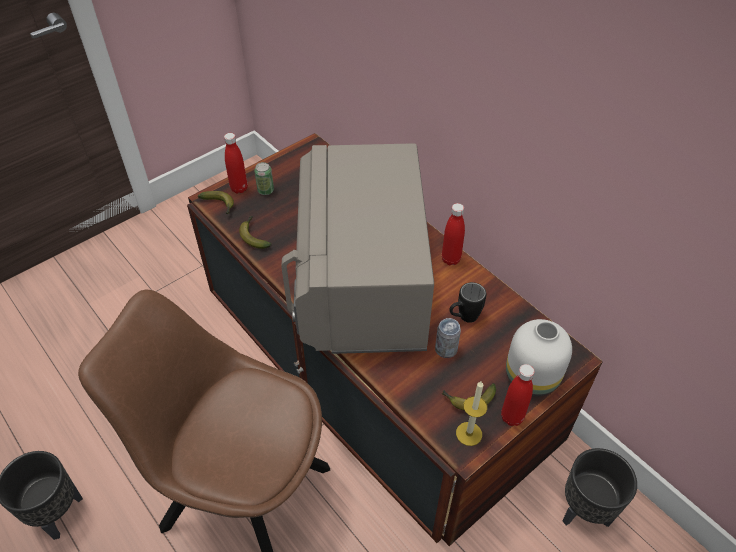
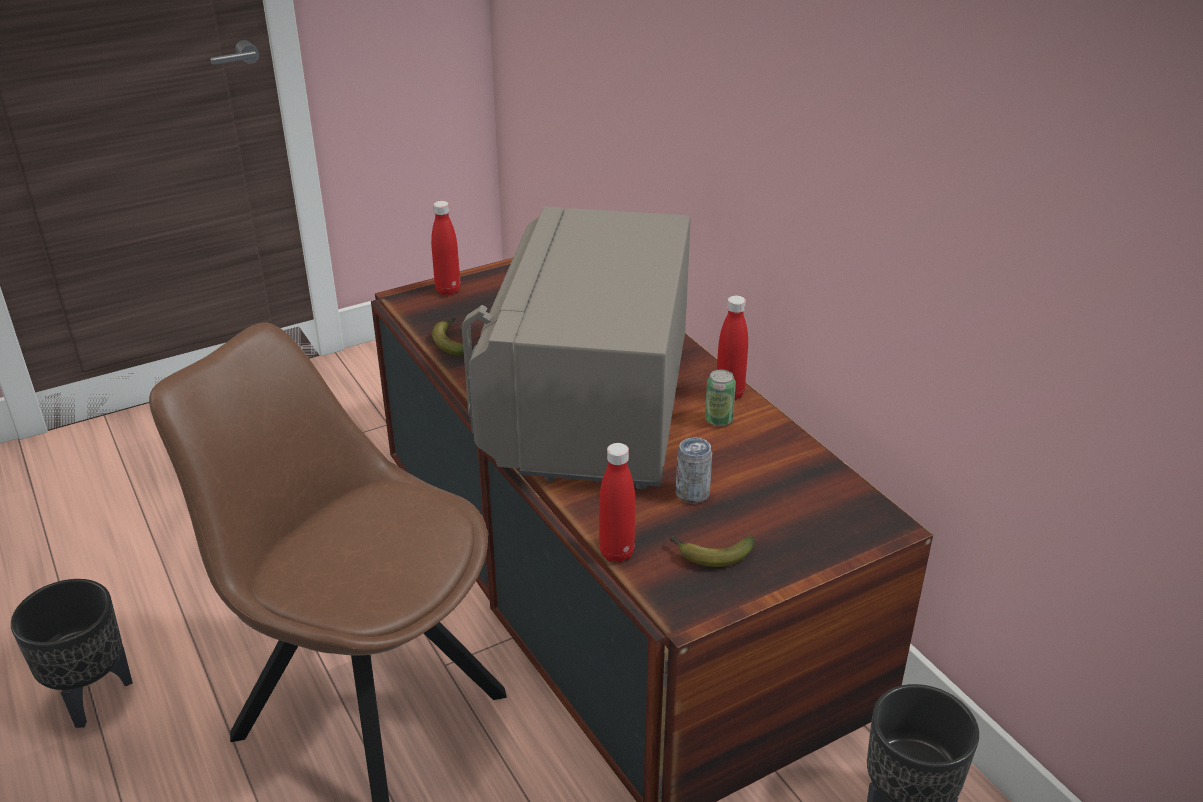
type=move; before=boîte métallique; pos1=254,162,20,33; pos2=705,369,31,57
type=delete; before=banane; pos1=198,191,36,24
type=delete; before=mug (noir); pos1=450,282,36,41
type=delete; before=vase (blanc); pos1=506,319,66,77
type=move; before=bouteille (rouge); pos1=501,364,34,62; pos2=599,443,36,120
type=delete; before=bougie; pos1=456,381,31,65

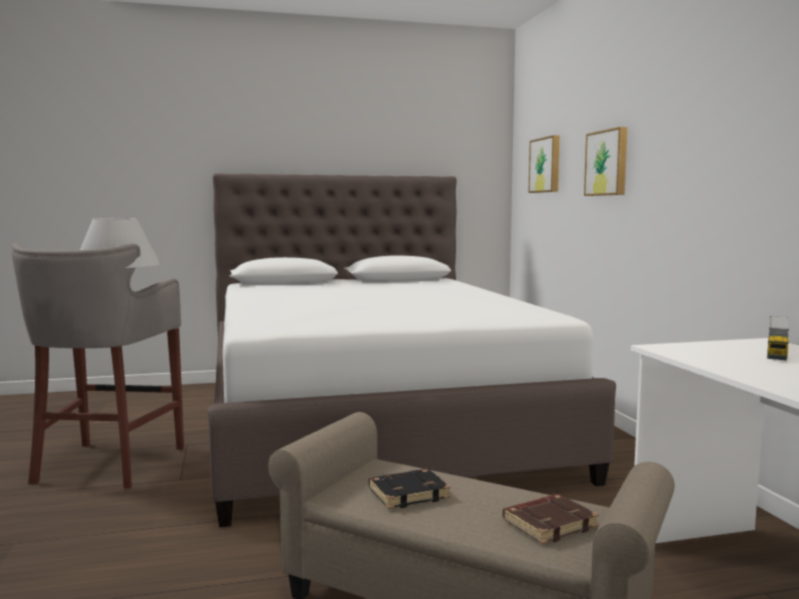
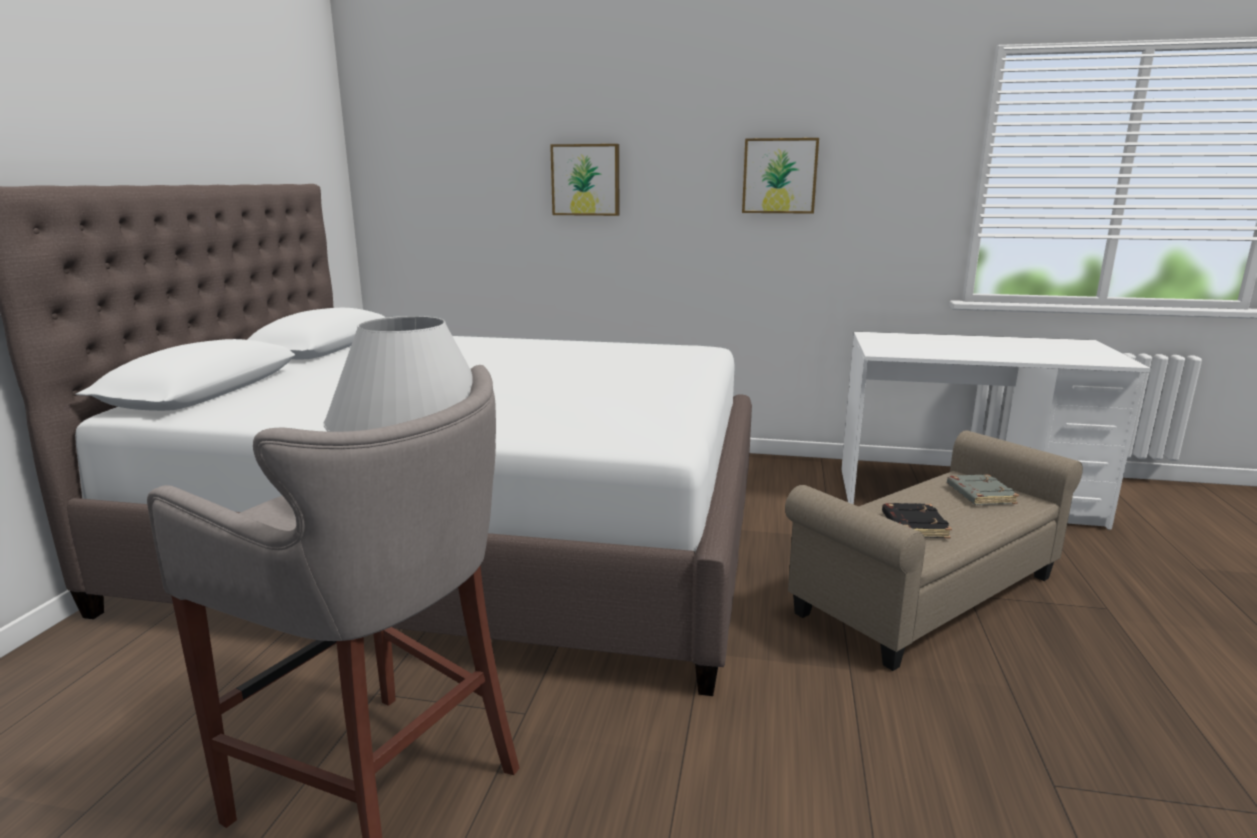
type=move; before=tableau; pos1=528,135,32,58; pos2=742,138,77,76
type=delete; before=camion jouet; pos1=767,316,22,44
type=recolor; before=livre (marron); after=livre (gris); pos1=503,494,96,50; pos2=947,474,72,31

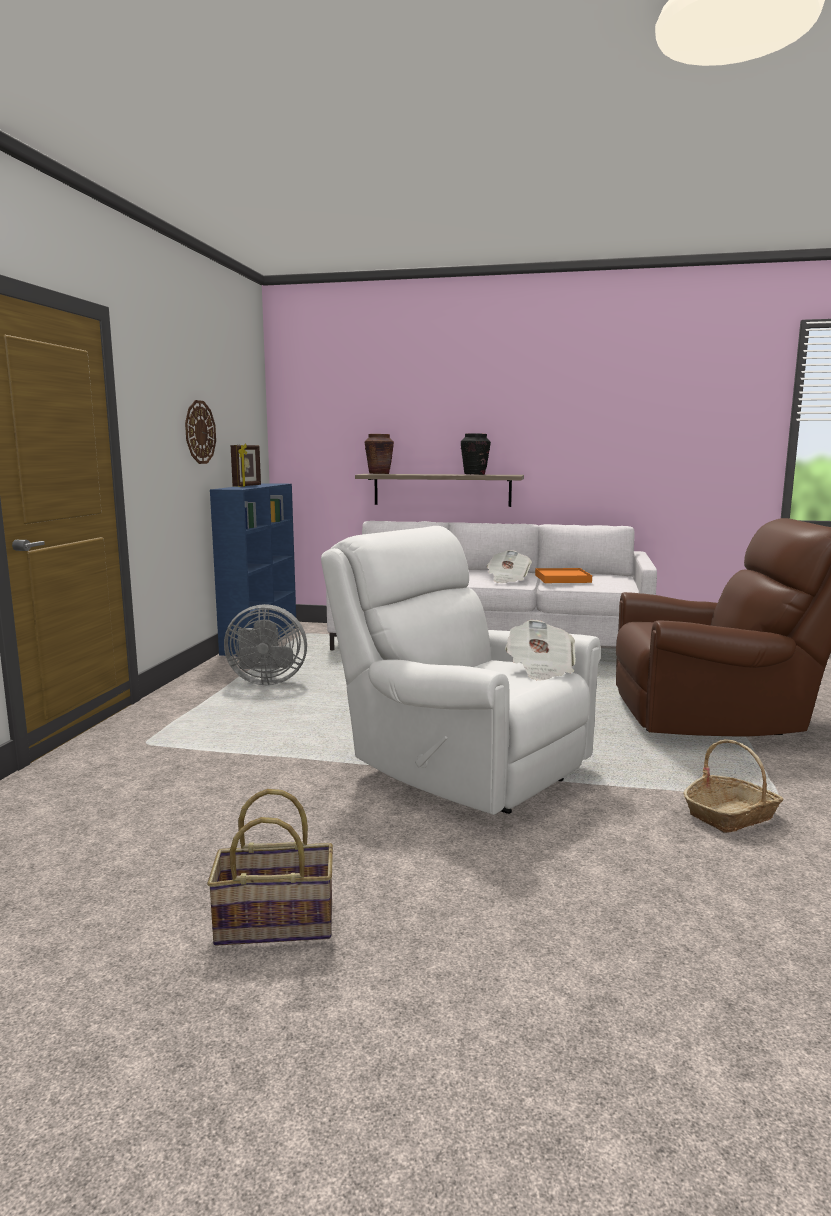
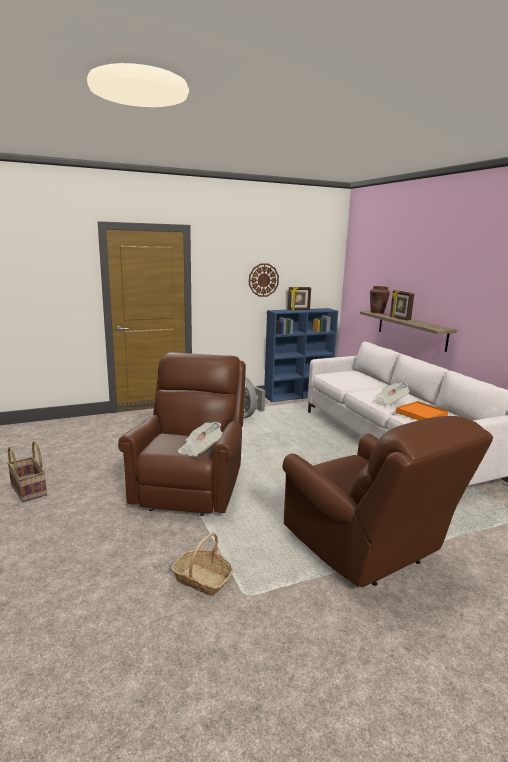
type=delete; before=vase (noir); pos1=461,433,30,42
type=recolor; before=fauteuil (blanc); after=fauteuil (marron); pos1=321,526,280,289; pos2=118,352,128,164
type=insert; after=cadre photo; pos2=390,290,24,30

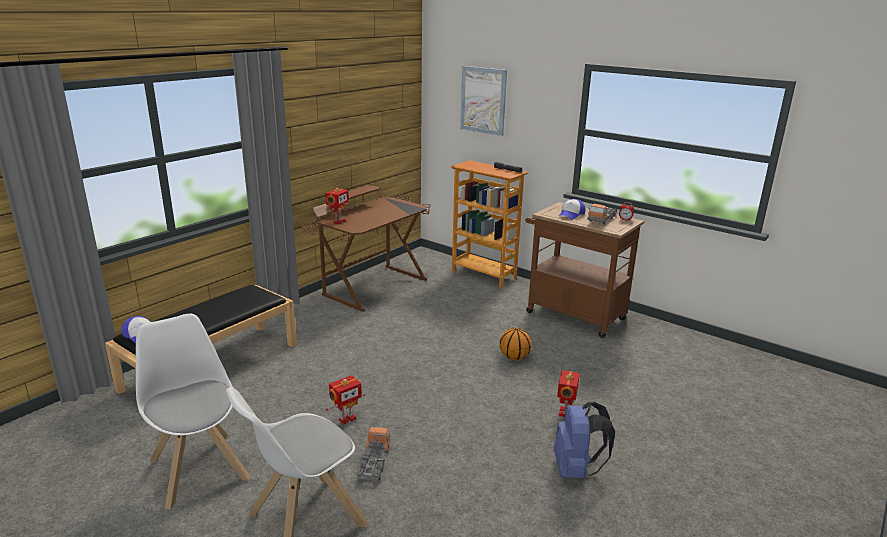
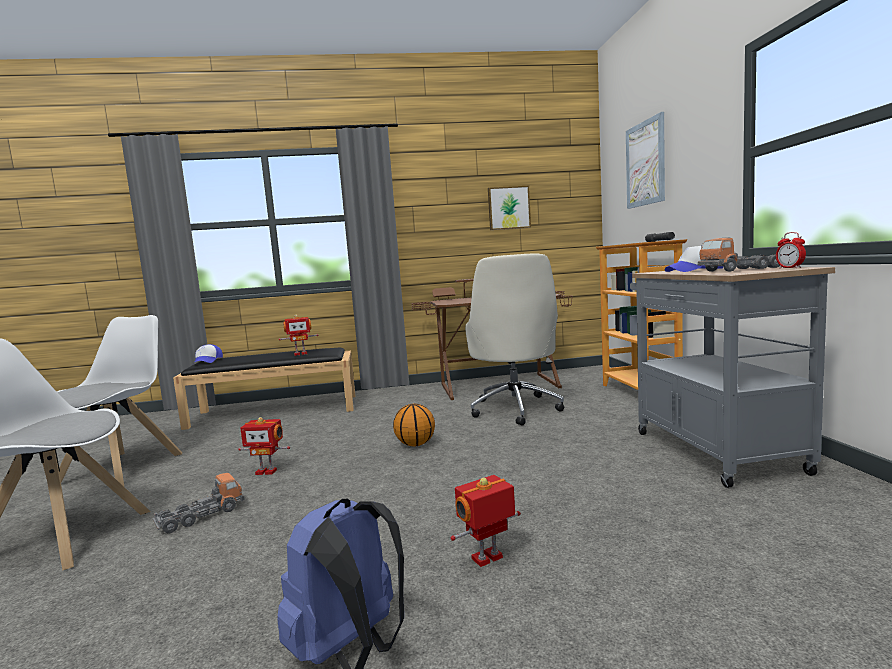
type=move; before=robot jouet; pos1=326,188,23,36; pos2=279,314,39,42
type=recolor; before=chariot (marron); after=chariot (gris); pos1=526,202,118,136; pos2=630,267,205,221
type=move; before=ballon de basket; pos1=500,328,32,32; pos2=393,404,42,43
type=insert; after=tableau; pos2=488,186,43,44
type=insert; after=chaise de bureau (beige); pos2=465,253,99,173

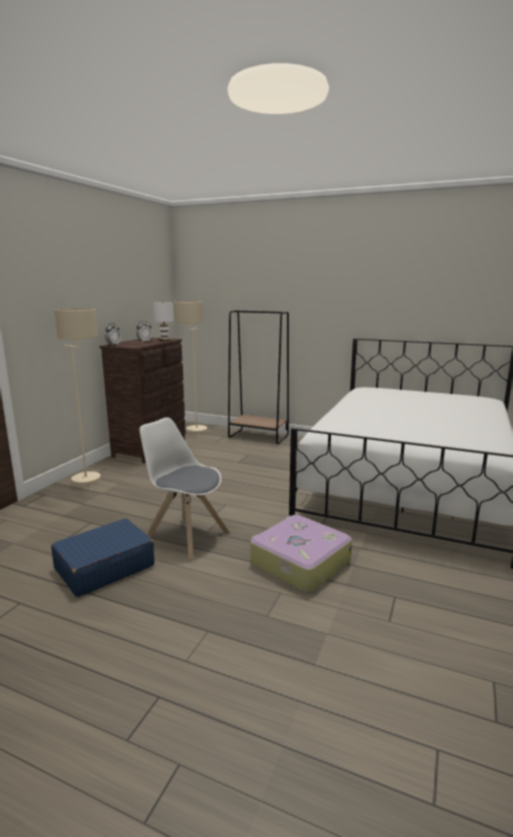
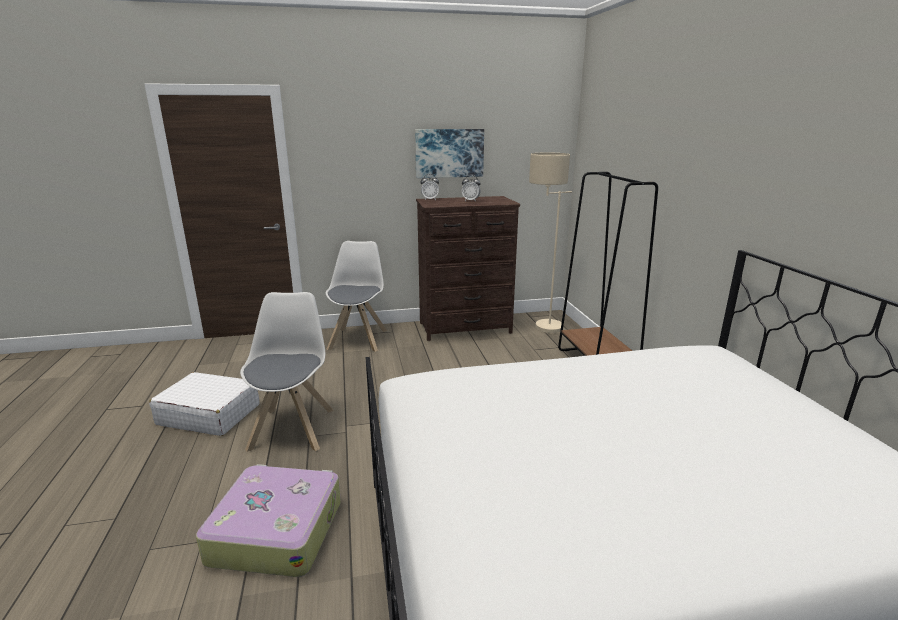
type=delete; before=lampe de table (blanc); pos1=153,302,21,39
type=replace; before=lampadaire (beige); after=chaise; pos1=55,308,46,178; pos2=326,241,61,111
type=recolor; before=valise (bleu); after=valise (blanc); pos1=51,518,103,79; pos2=149,372,111,64
type=insert; after=tableau; pos2=415,129,69,49

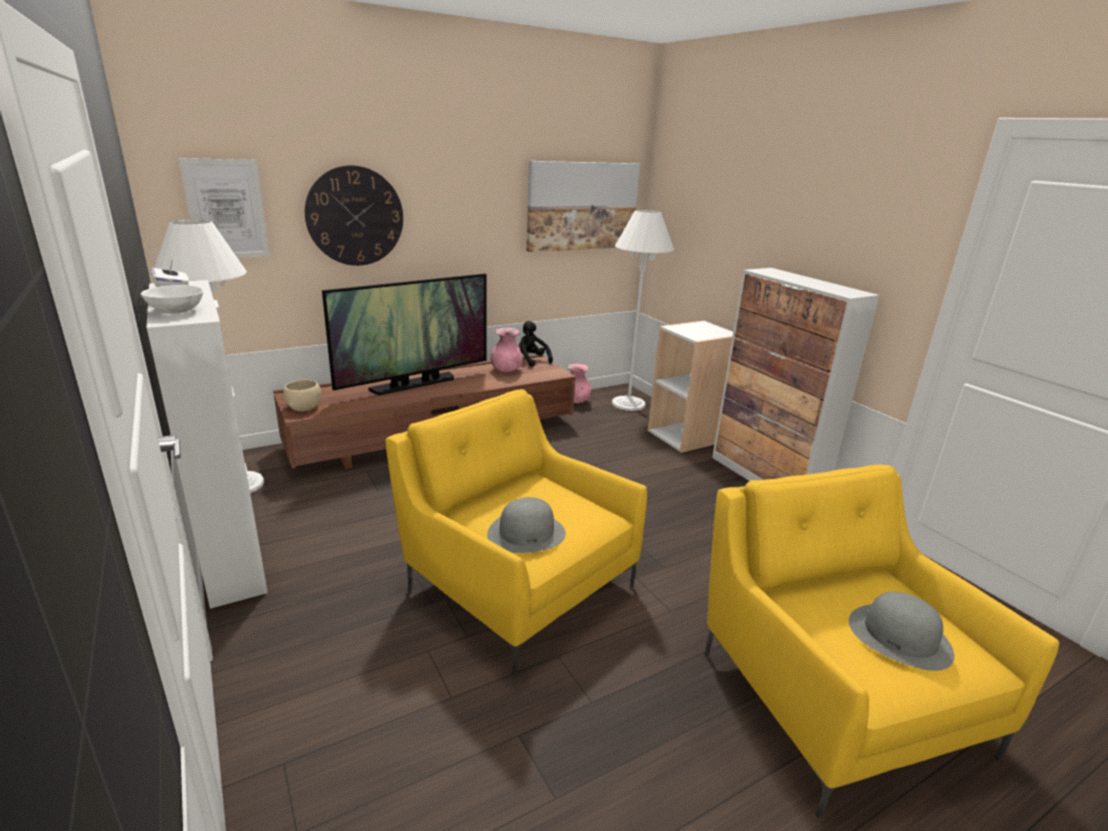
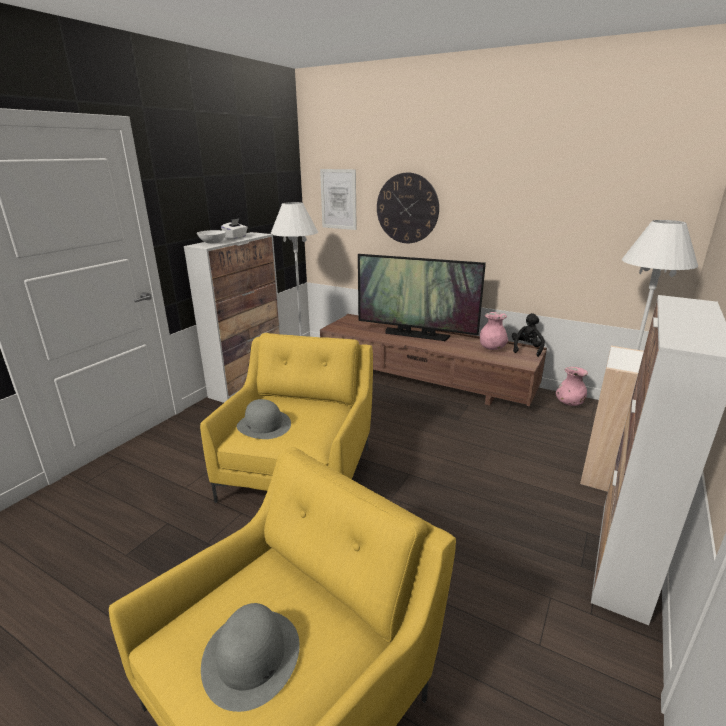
type=delete; before=tableau; pos1=527,161,113,91
type=delete; before=bol (beige); pos1=283,380,38,32

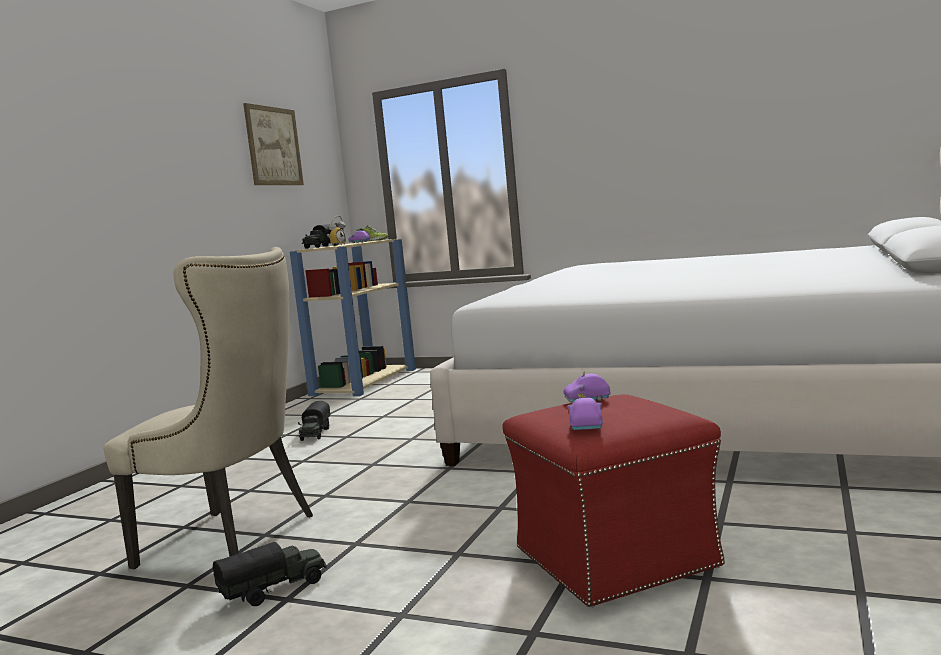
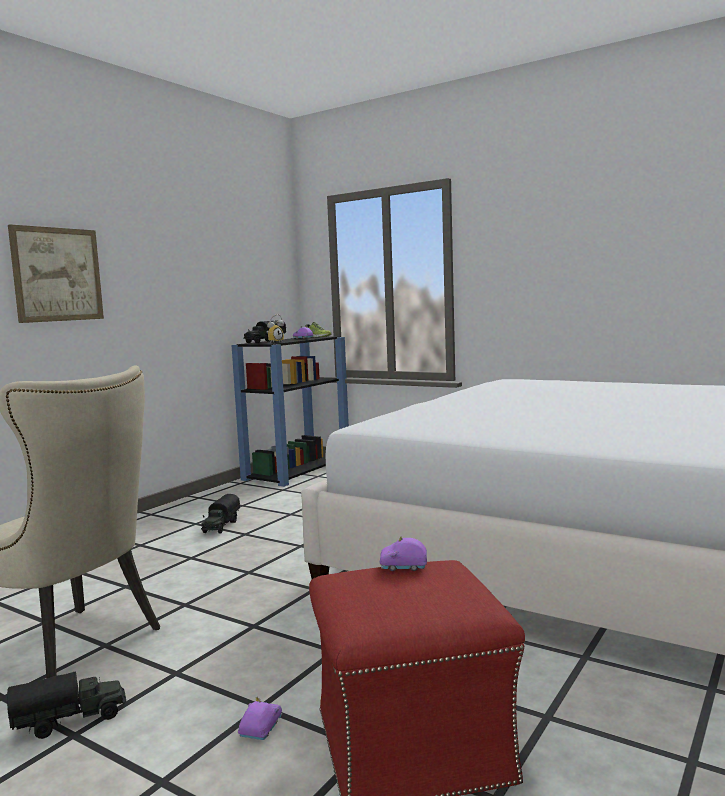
type=move; before=tableau; pos1=243,103,61,82; pos2=8,224,96,99
type=recolor; before=bibliothèque (beige); after=bibliothèque (noir); pos1=290,239,126,157; pos2=232,336,117,151
type=move; before=petite voiture (violet); pos1=567,392,36,38; pos2=238,697,44,43

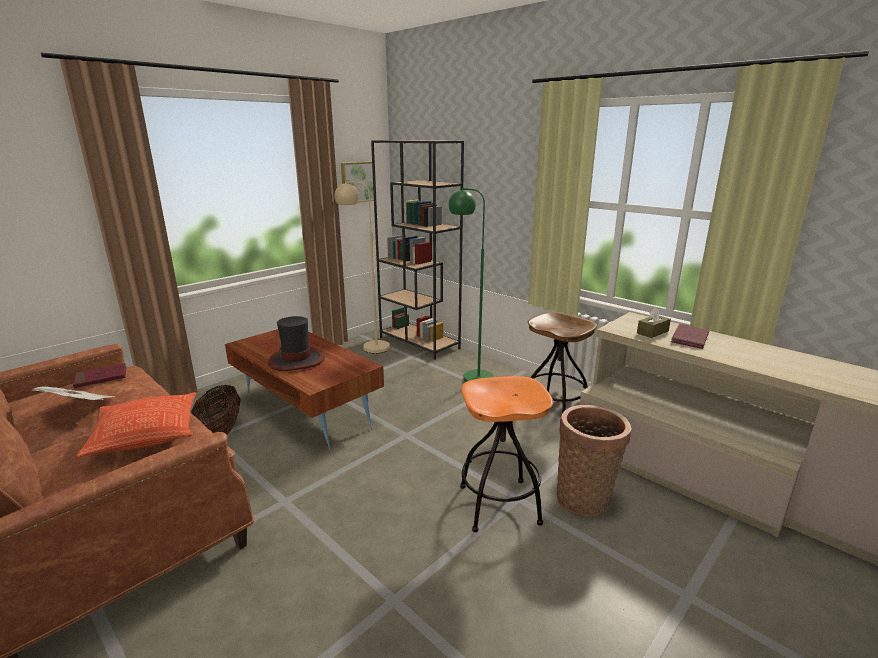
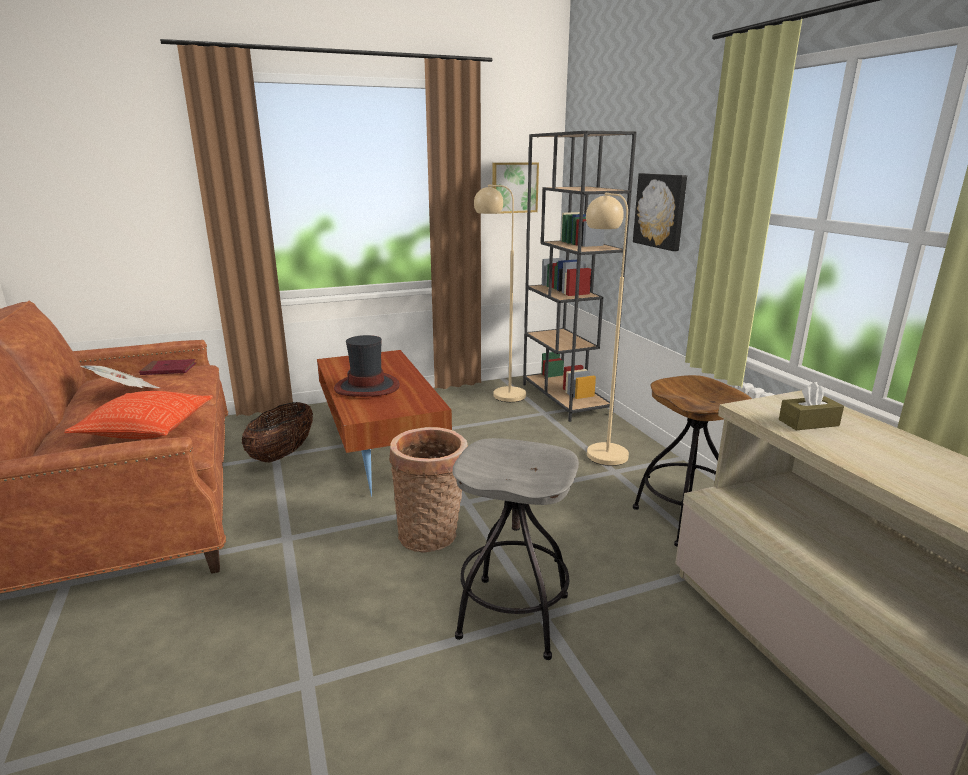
type=recolor; before=lampadaire (vert); after=lampadaire (beige); pos1=449,188,45,194; pos2=586,193,43,273
type=delete; before=livre (rouge); pos1=671,324,38,25
type=recolor; before=tabouret (orange); after=tabouret (gris); pos1=460,376,93,156; pos2=452,438,127,222
type=move; before=panier; pos1=557,405,75,112; pos2=389,427,79,126
type=insert; after=tableau; pos2=633,173,54,78

